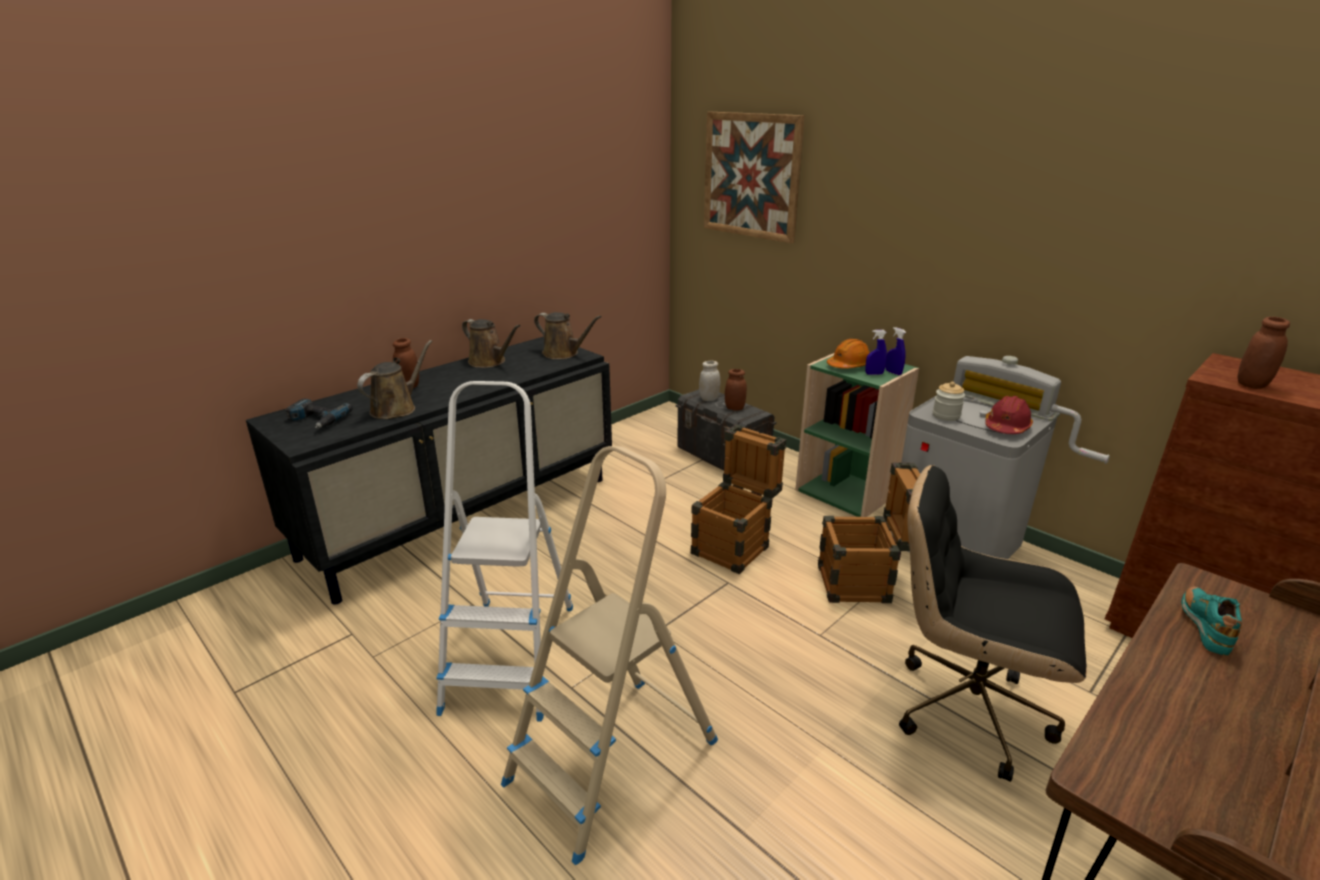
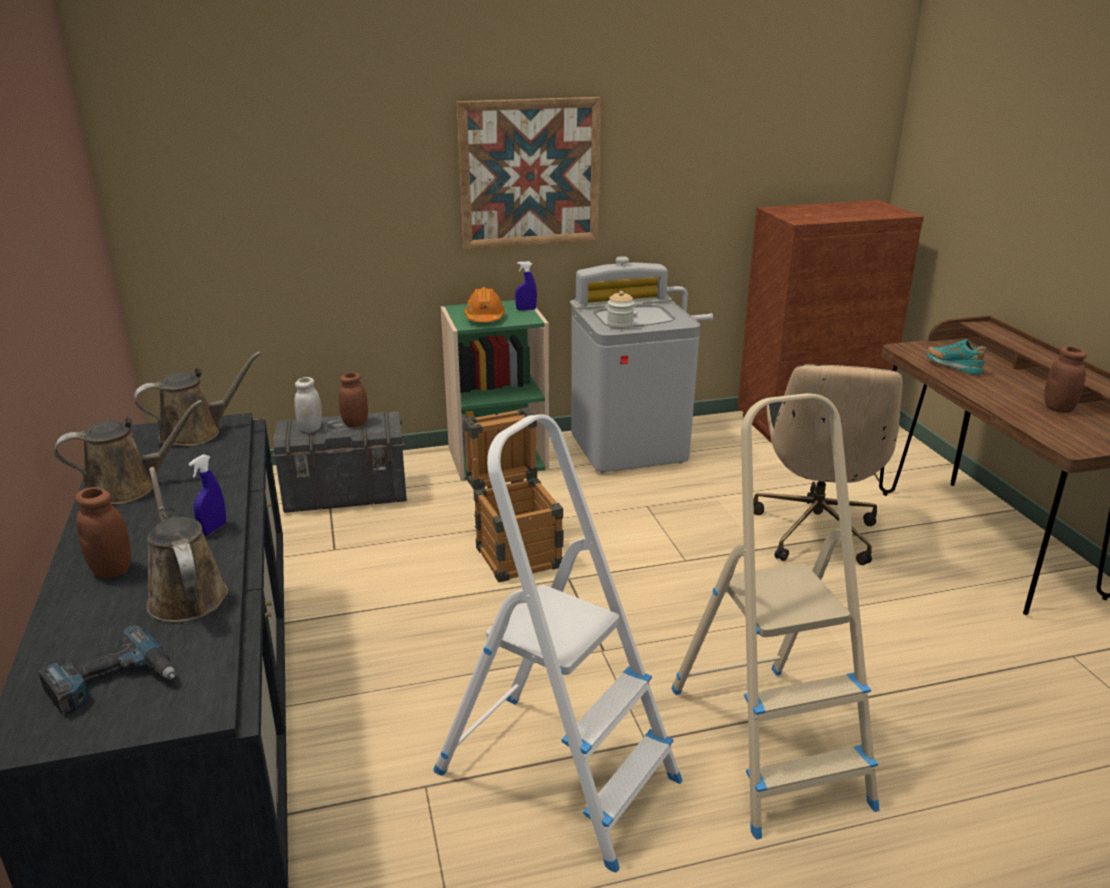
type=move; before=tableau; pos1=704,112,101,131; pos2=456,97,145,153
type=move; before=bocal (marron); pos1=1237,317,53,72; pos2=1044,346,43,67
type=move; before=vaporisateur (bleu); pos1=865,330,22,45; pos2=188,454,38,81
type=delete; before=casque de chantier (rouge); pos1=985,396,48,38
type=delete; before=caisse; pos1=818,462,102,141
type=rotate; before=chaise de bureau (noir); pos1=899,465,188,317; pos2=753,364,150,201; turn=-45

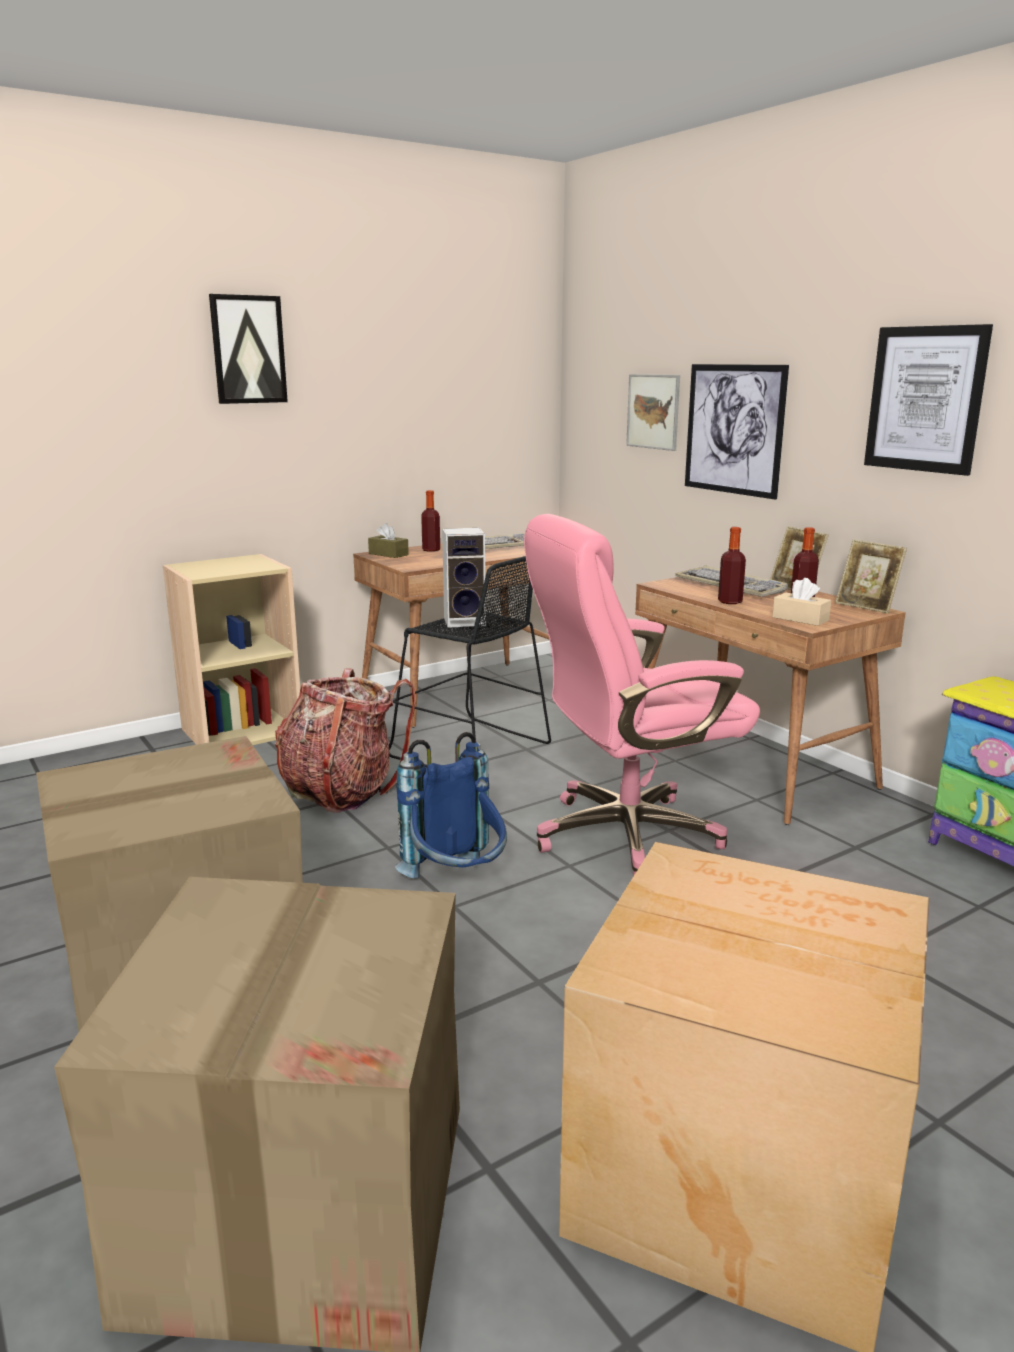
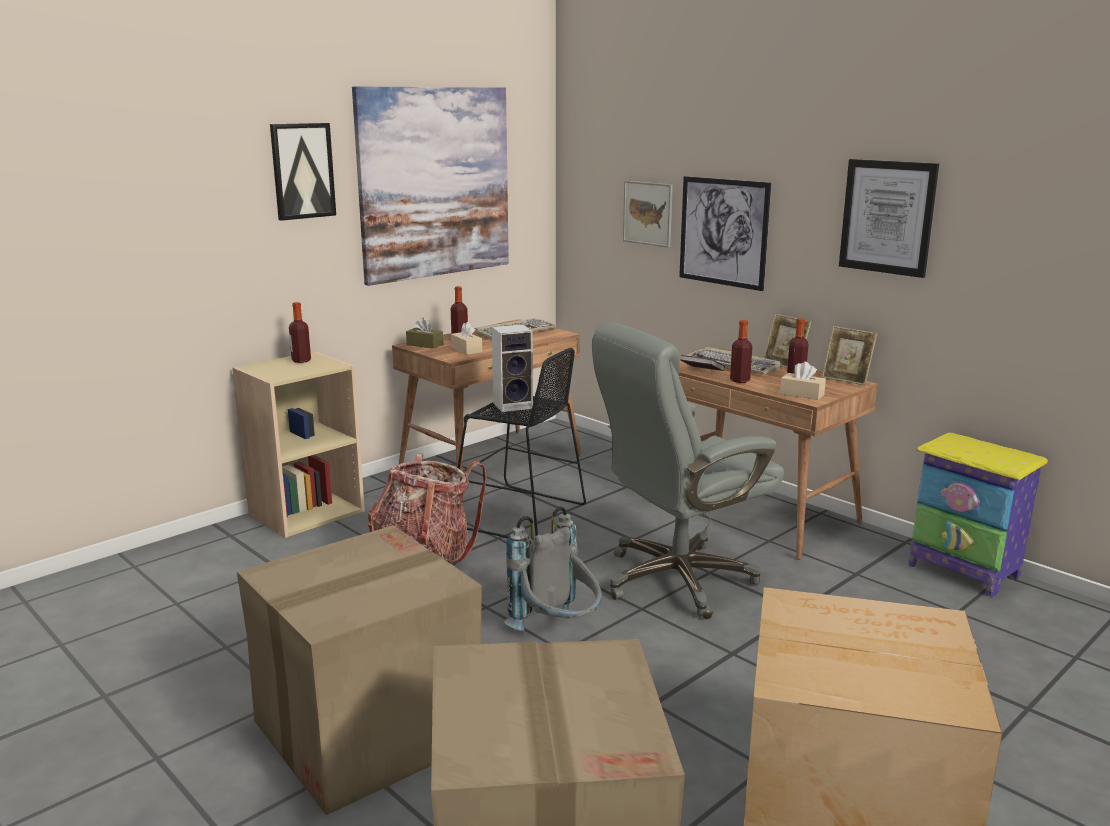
type=recolor; before=chaise de bureau (rose); after=chaise de bureau (gris); pos1=524,514,236,362; pos2=592,322,192,298
type=recolor; before=sac à dos (bleu); after=sac à dos (gris); pos1=395,732,112,146; pos2=504,506,98,125
type=insert; after=tableau; pos2=352,86,157,200
type=insert; after=bouteille; pos2=289,302,22,61
type=insert; after=boîte à mouchoirs (beige); pos2=451,322,31,33
type=insert; after=livre; pos2=680,355,45,16

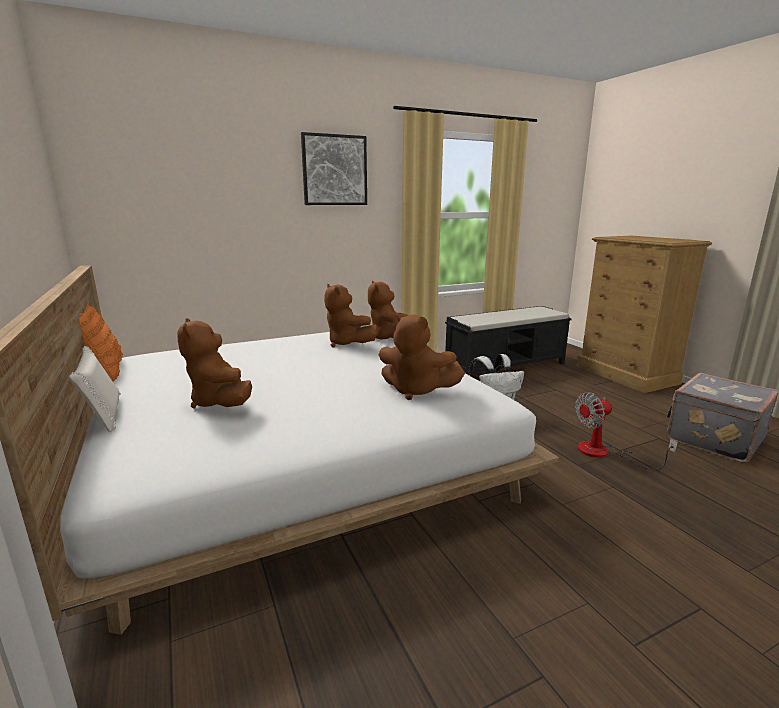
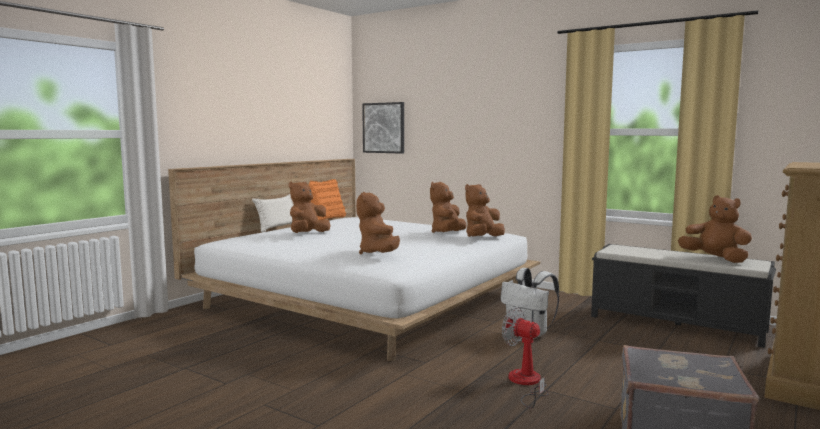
type=move; before=tableau; pos1=301,132,66,73; pos2=362,102,42,52
type=insert; after=peluche (marron); pos2=678,195,74,68

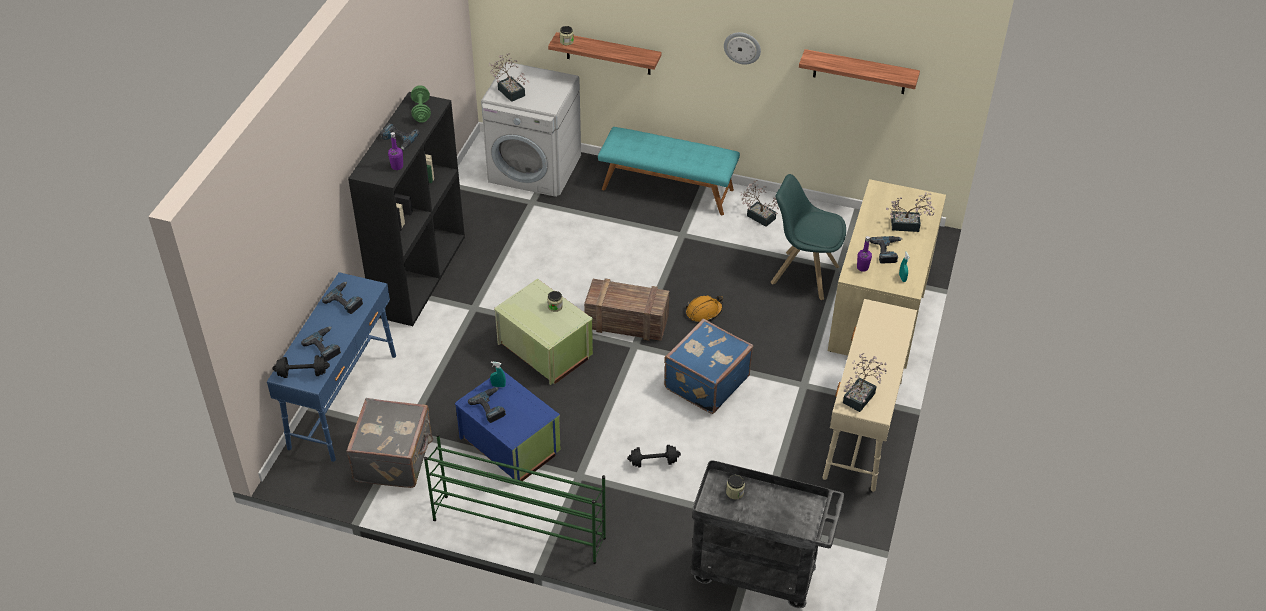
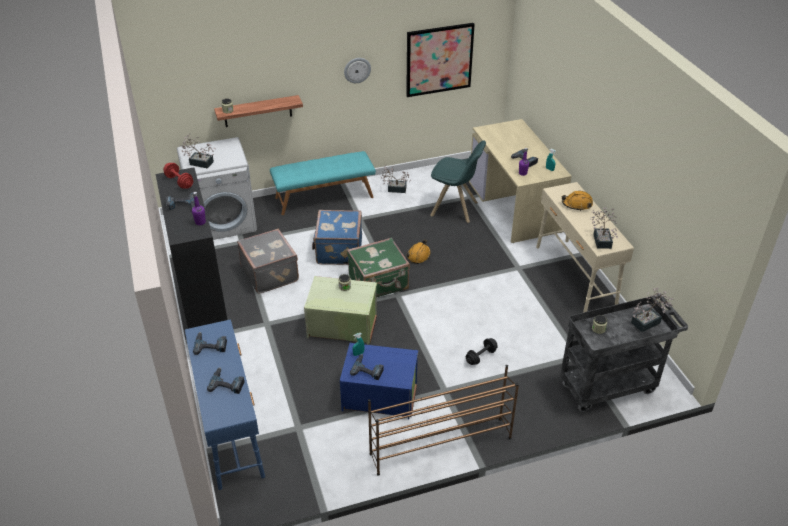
type=replace; before=étagère; after=tableau; pos1=799,49,121,45; pos2=406,23,69,74
type=recolor; before=haltère (vert); after=haltère (rouge); pos1=411,85,20,38; pos2=163,163,30,26
type=rotate; before=chaise (turquoise); pos1=771,174,75,126; pos2=430,140,56,83; turn=-150
type=move; before=plante en pot; pos1=886,193,49,39; pos2=631,288,42,44
type=replace; before=caisse; after=valise (vert); pos1=584,278,85,63; pos2=347,238,63,60
type=move; before=valise (bleu); pos1=664,319,89,95; pos2=312,210,50,55
type=delete; before=haltère (noir); pos1=273,355,57,23
type=move; before=valise (gris); pos1=346,398,87,90; pos2=237,229,62,65
type=recolor; before=étagère à chaussures (vert); after=étagère à chaussures (marron); pos1=424,433,182,131; pos2=368,365,151,111
type=insert; after=casque de chantier (orange); pos2=562,191,31,20

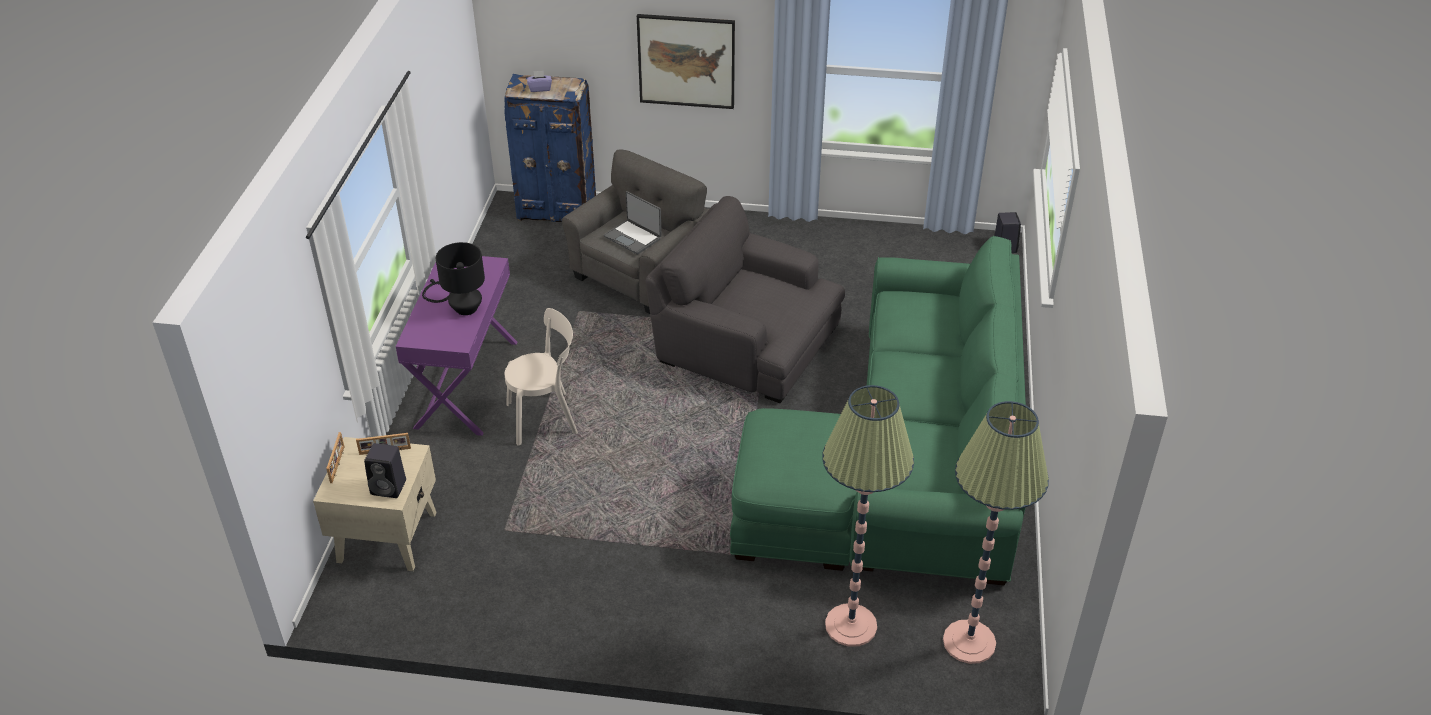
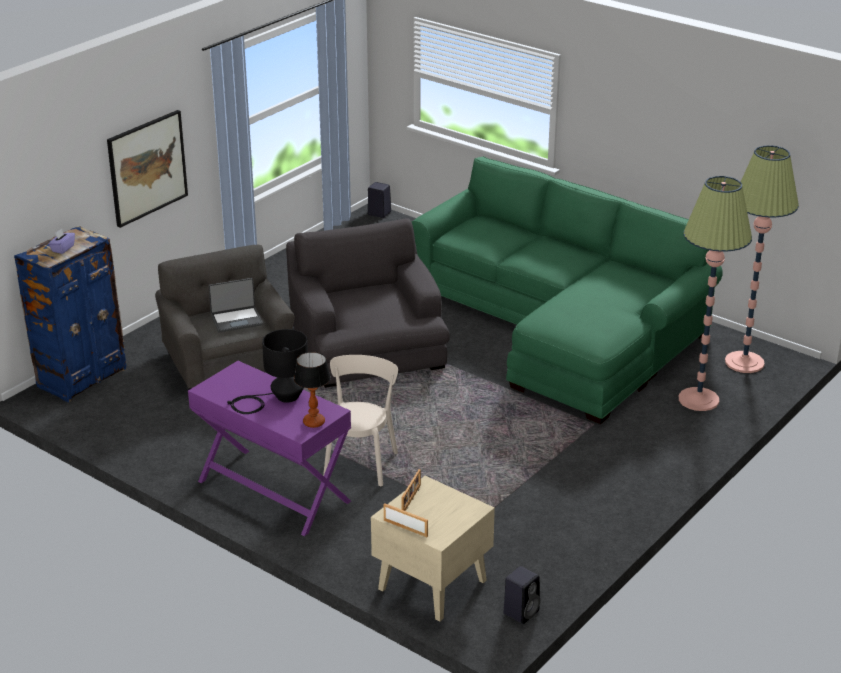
type=rotate; before=fauteuil (gris); pos1=646,196,199,207; pos2=286,218,164,170; turn=105
type=move; before=enceinte (noir); pos1=364,443,42,55; pos2=504,566,36,58
type=insert; after=lampe de table; pos2=294,352,36,76

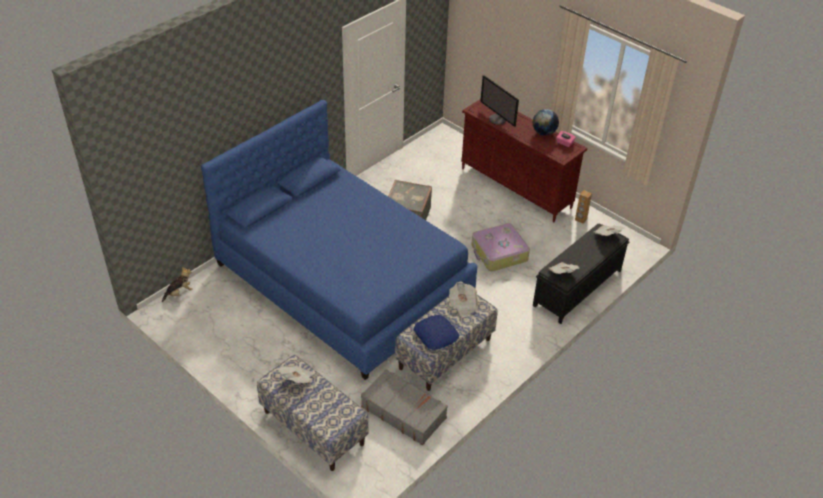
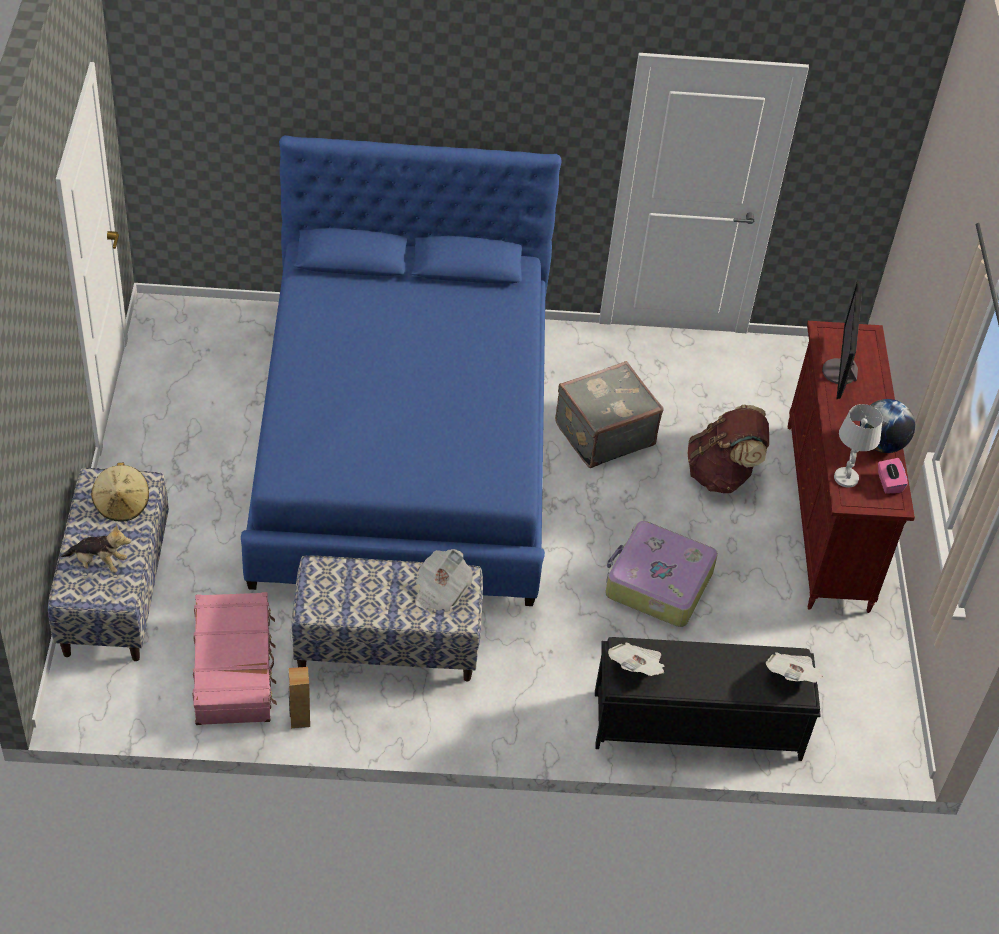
type=move; before=enceinte (marron); pos1=575,190,17,34; pos2=289,667,21,61
type=move; before=peluche; pos1=162,267,31,35; pos2=61,524,70,49
type=delete; before=coussin (bleu); pos1=414,315,45,35
type=replace; before=journal; after=chapeau (beige); pos1=278,365,36,18; pos2=91,463,58,59
type=recolor; before=valise (gris); after=valise (rose); pos1=361,369,87,76; pos2=192,592,85,133
type=insert; after=sac à dos (marron); pos2=688,404,81,89
type=insert; after=lampe de table (blanc); pos2=834,404,49,84

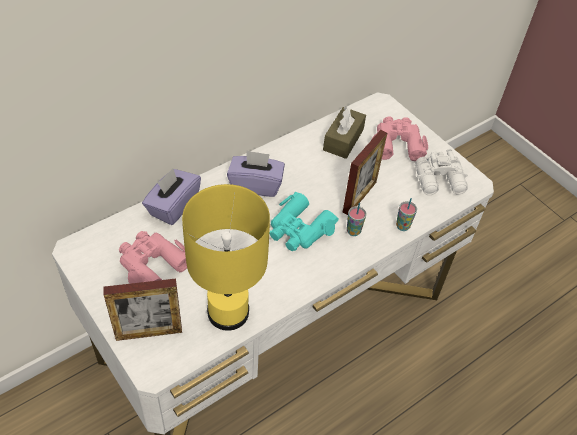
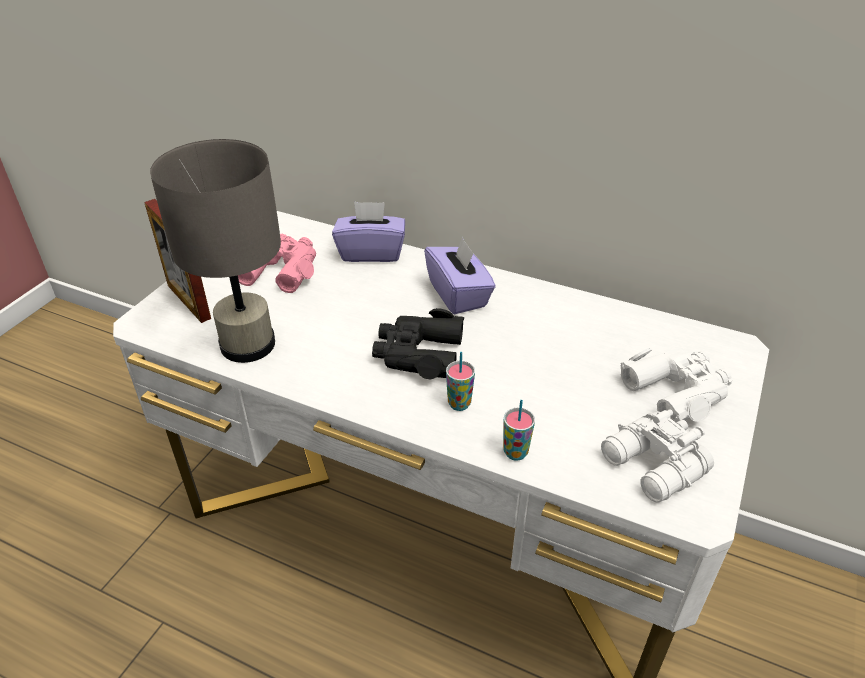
type=delete; before=boîte à mouchoirs (marron); pos1=323,106,43,53
type=recolor; before=jumelles (rose); after=jumelles (blanc); pos1=372,117,56,44; pos2=621,347,112,75
type=delete; before=cadre photo; pos1=343,130,44,85
type=recolor; before=lampe de table (jaune); after=lampe de table (gris); pos1=182,184,88,147; pos2=150,139,131,224
type=recolor; before=jumelles (turquoise); after=jumelles (noir); pos1=269,192,70,59; pos2=372,308,92,71

